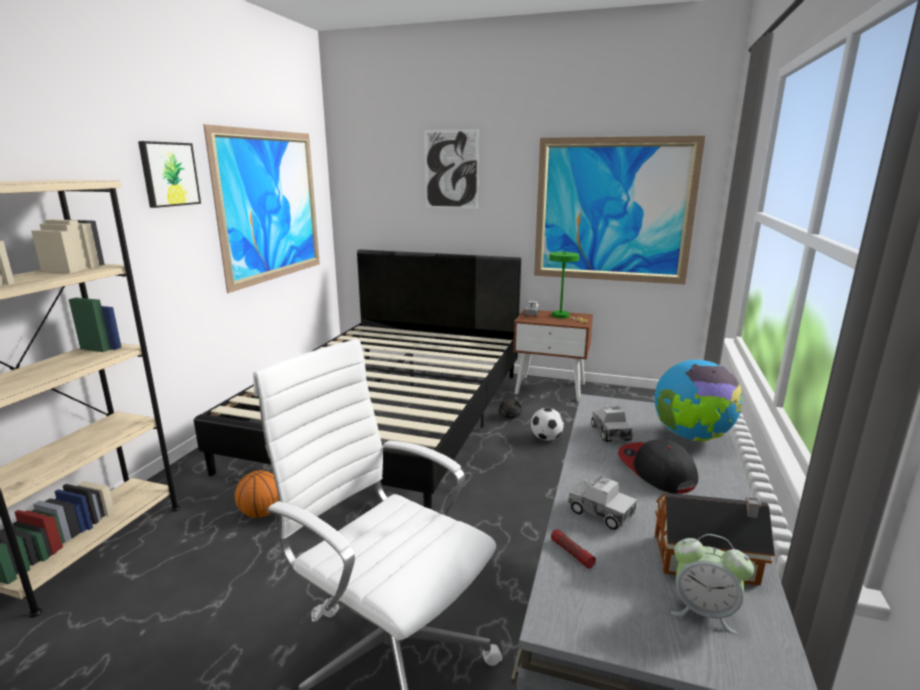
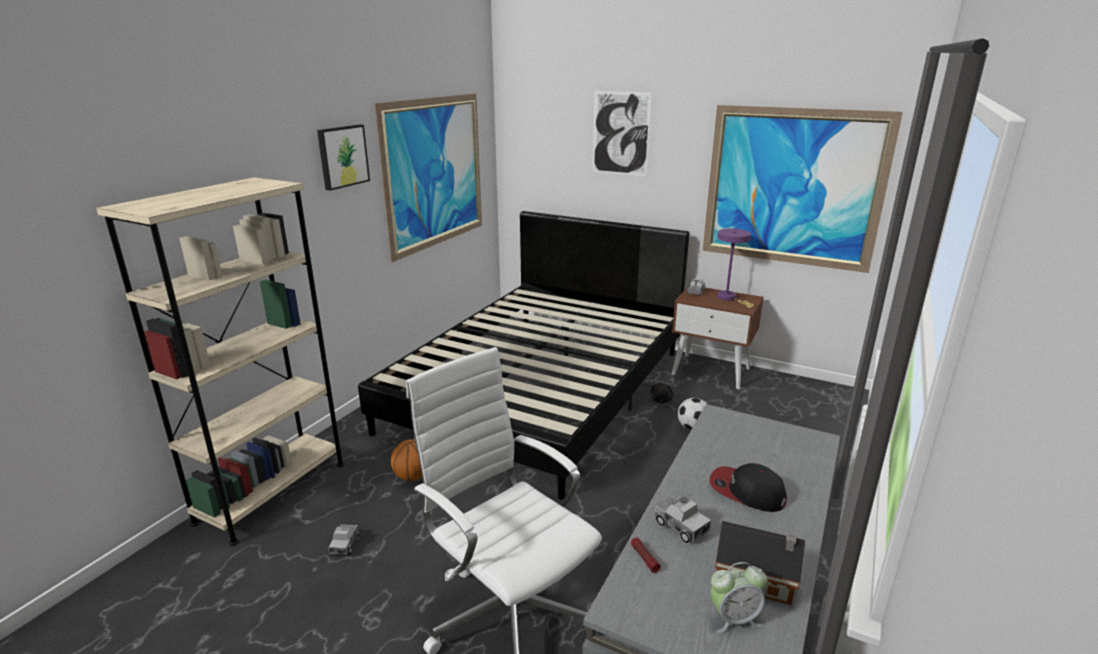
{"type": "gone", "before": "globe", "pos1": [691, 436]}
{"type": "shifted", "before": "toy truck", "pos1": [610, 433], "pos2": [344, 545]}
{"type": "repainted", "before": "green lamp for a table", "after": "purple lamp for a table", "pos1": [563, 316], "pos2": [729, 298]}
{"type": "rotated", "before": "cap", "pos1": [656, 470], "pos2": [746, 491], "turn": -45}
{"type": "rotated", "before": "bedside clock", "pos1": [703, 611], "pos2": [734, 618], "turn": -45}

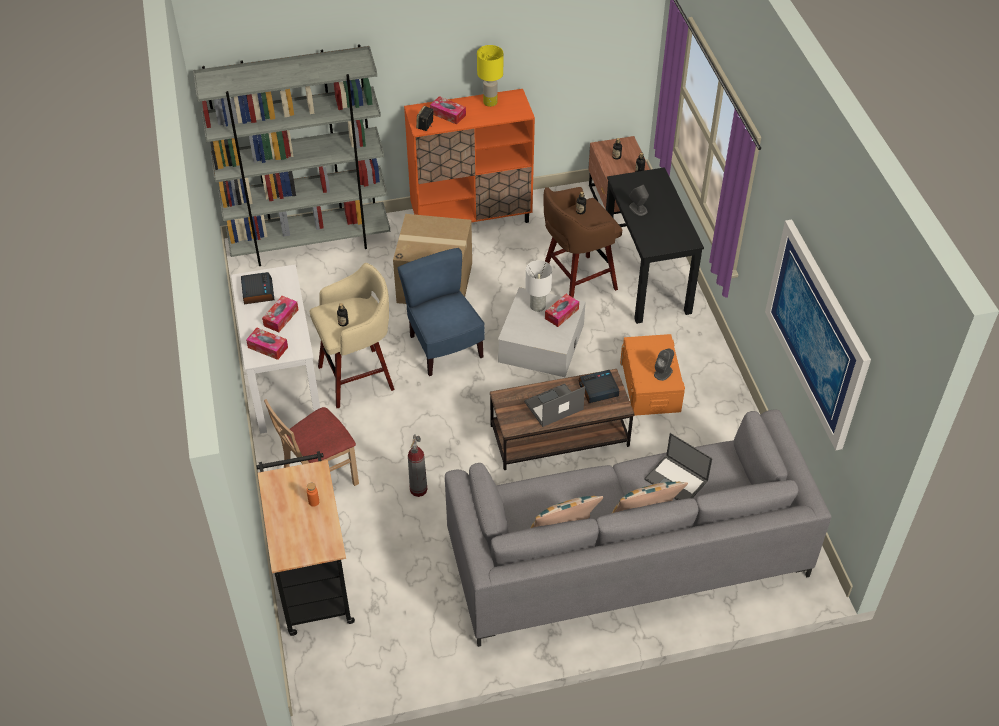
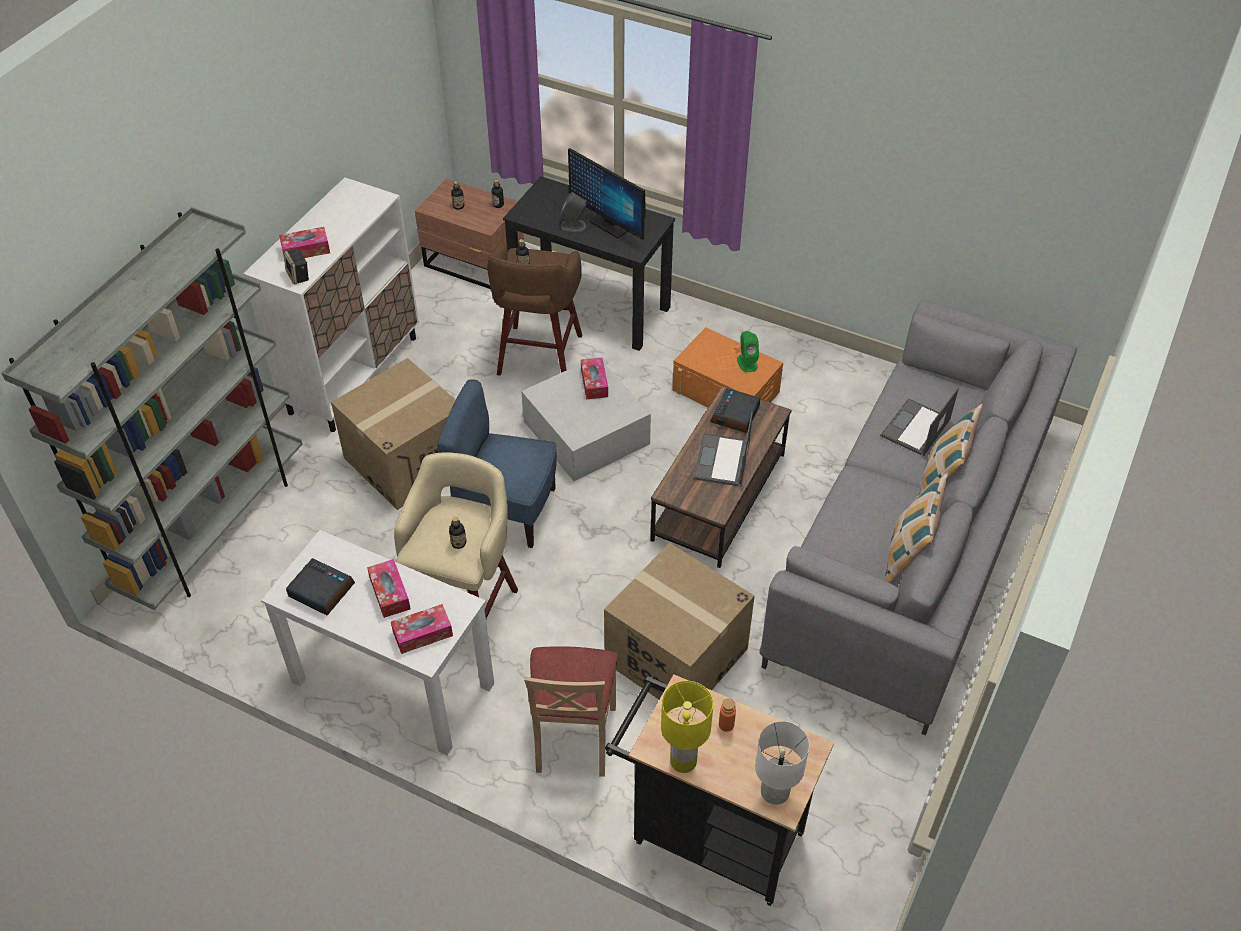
{"type": "gone", "before": "wall art", "pos1": [817, 333]}
{"type": "new", "after": "monitor", "pos2": [610, 225]}
{"type": "shifted", "before": "yellow lamp for a table", "pos1": [490, 102], "pos2": [683, 762]}
{"type": "shifted", "before": "white lamp for a table", "pos1": [538, 306], "pos2": [775, 791]}
{"type": "swapped", "before": "fire-fighting cylinder", "after": "packing box", "pos1": [418, 489], "pos2": [676, 655]}
{"type": "repainted", "before": "orange-coloured cabinet", "after": "white cabinet", "pos1": [471, 217], "pos2": [354, 374]}
{"type": "repainted", "before": "grey audio speaker", "after": "green audio speaker", "pos1": [663, 372], "pos2": [747, 362]}
{"type": "rotated", "before": "notebook computer", "pos1": [677, 480], "pos2": [915, 428], "turn": 135}

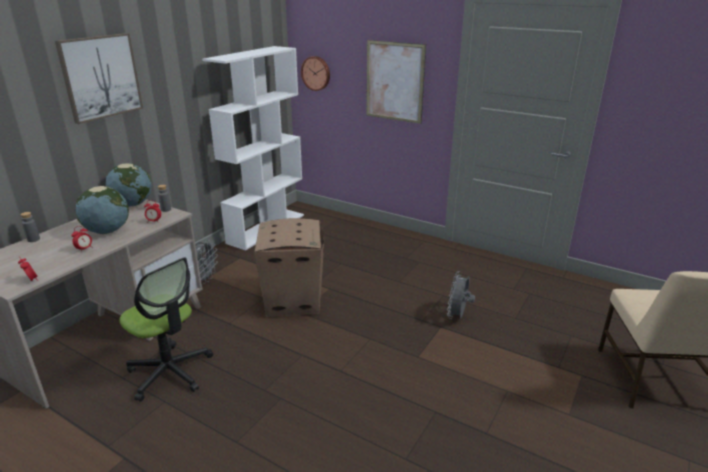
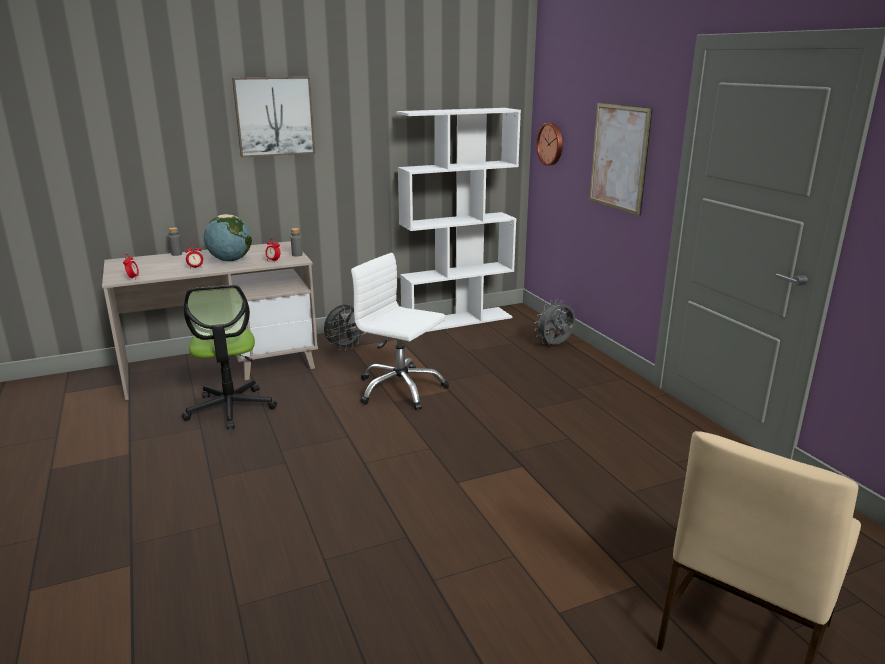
{"type": "gone", "before": "globe", "pos1": [132, 204]}
{"type": "shifted", "before": "grey cooling fan", "pos1": [458, 316], "pos2": [555, 345]}
{"type": "swapped", "before": "packing box", "after": "white desk chair", "pos1": [293, 300], "pos2": [400, 389]}

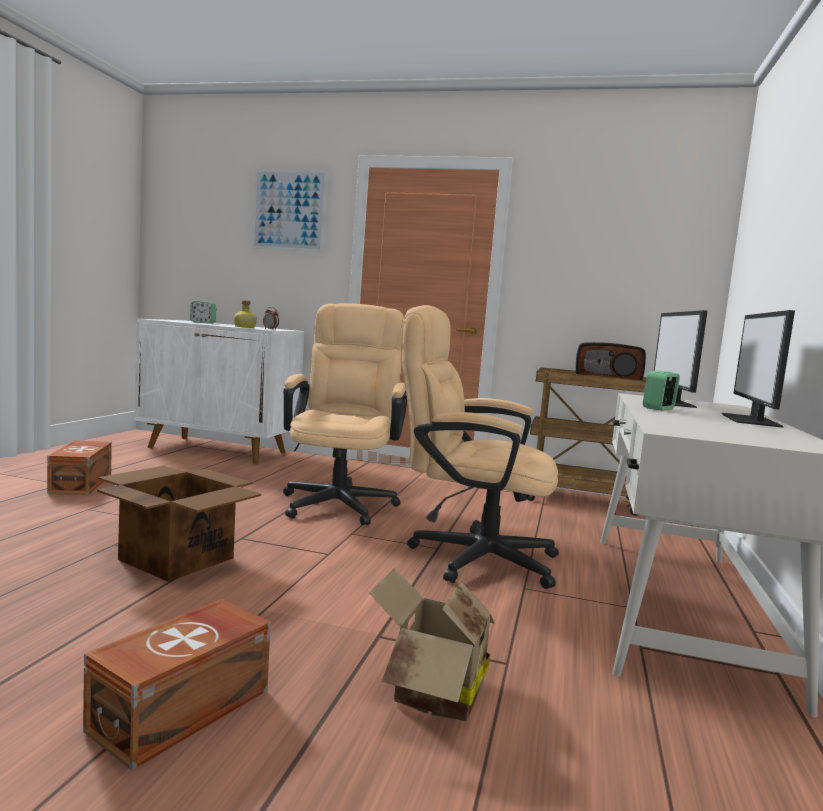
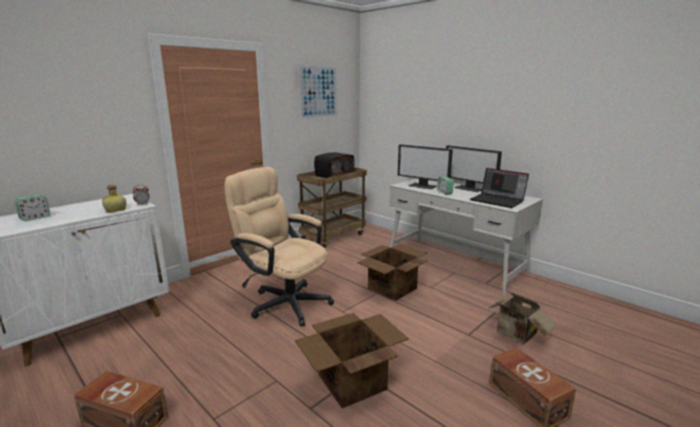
{"type": "new", "after": "notebook computer", "pos2": [498, 201]}
{"type": "shifted", "before": "wall art", "pos1": [289, 210], "pos2": [318, 92]}
{"type": "swapped", "before": "beige desk chair", "after": "packing box", "pos1": [469, 557], "pos2": [391, 288]}

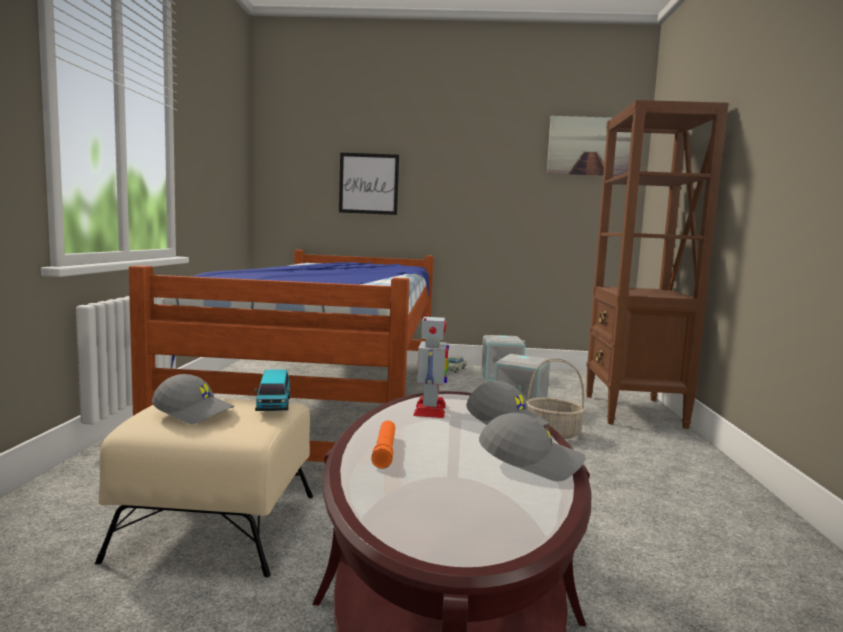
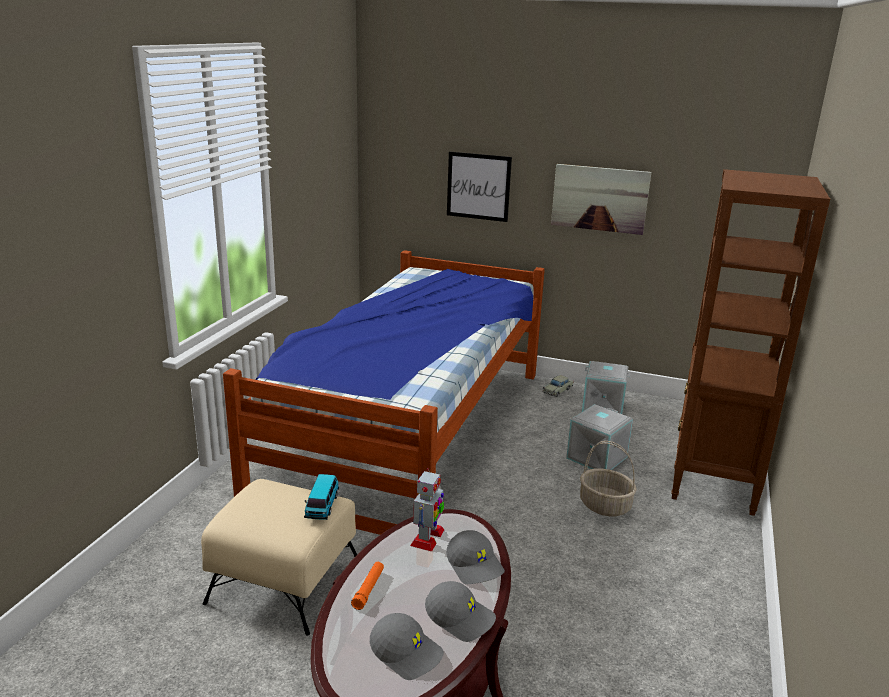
{"type": "shifted", "before": "grey cap", "pos1": [195, 412], "pos2": [407, 652]}
{"type": "shifted", "before": "wall art", "pos1": [590, 146], "pos2": [599, 198]}

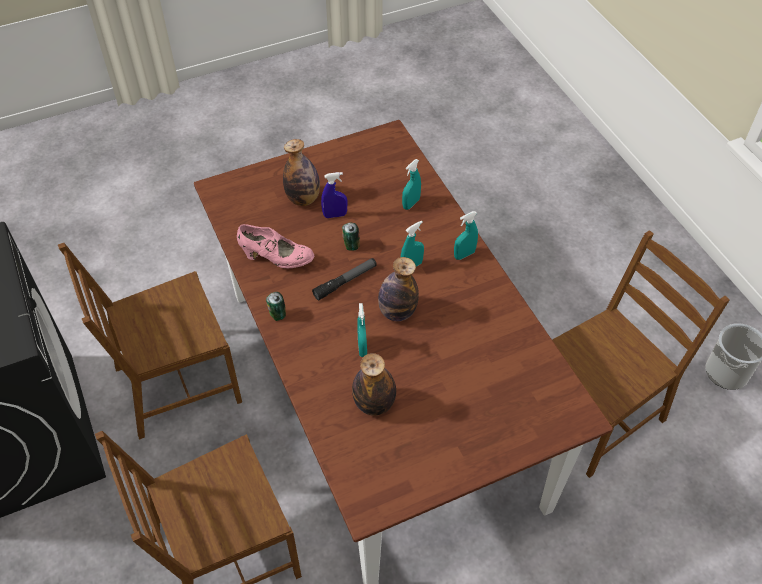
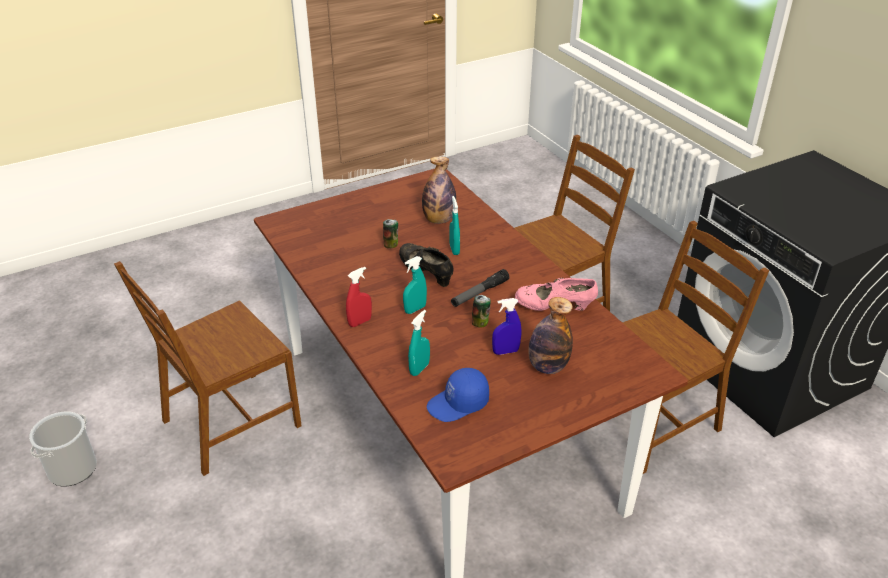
{"type": "new", "after": "blue-coloured cap", "pos2": [458, 404]}
{"type": "shifted", "before": "metal can", "pos1": [277, 315], "pos2": [391, 245]}
{"type": "swapped", "before": "bottle", "after": "black item of footwear", "pos1": [397, 312], "pos2": [426, 274]}
{"type": "repainted", "before": "blue-green hand sprayer", "after": "red-coloured hand sprayer", "pos1": [464, 254], "pos2": [360, 322]}

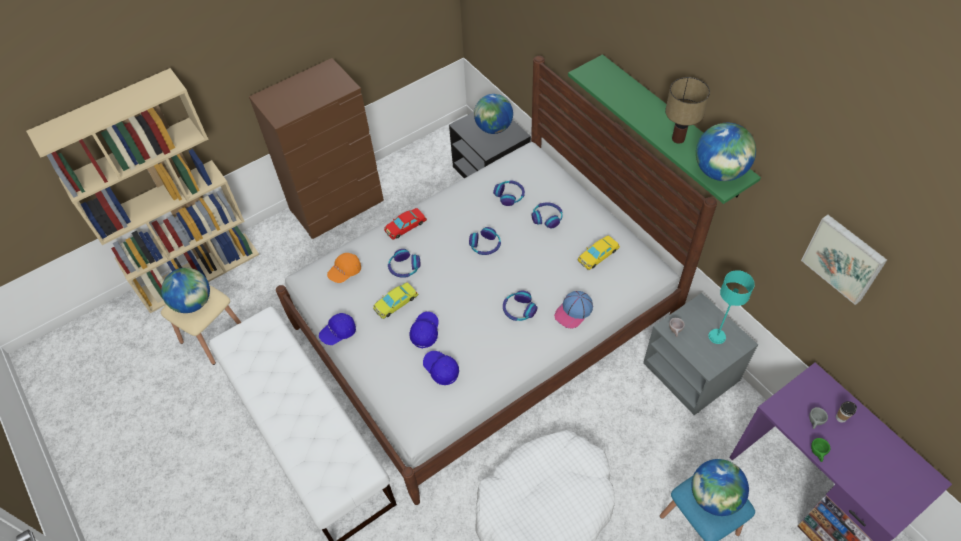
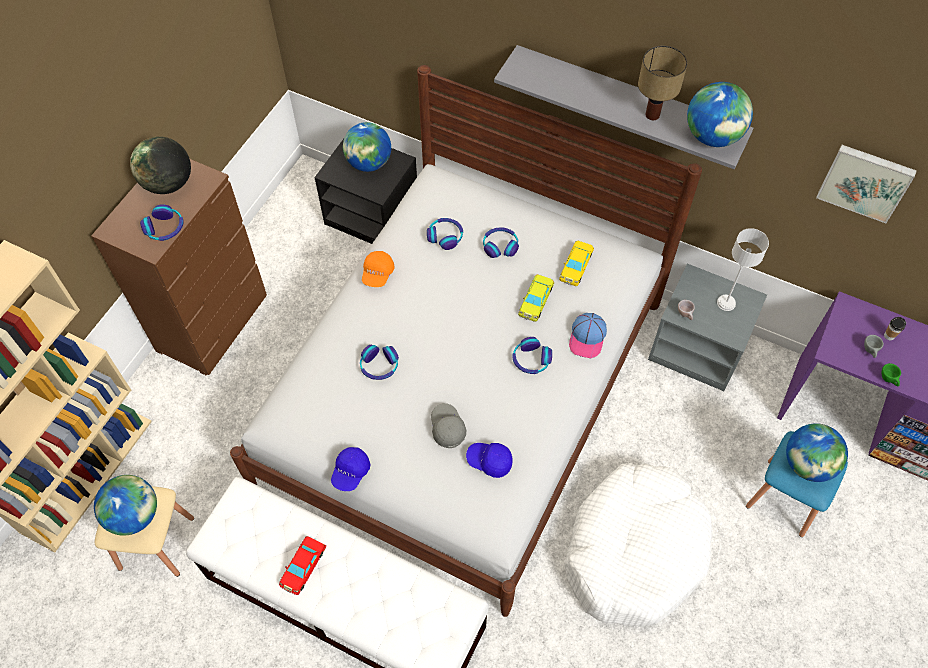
{"type": "new", "after": "globe", "pos2": [168, 184]}
{"type": "shifted", "before": "orange-coloured cap", "pos1": [345, 272], "pos2": [377, 274]}
{"type": "shifted", "before": "yellow model car", "pos1": [395, 302], "pos2": [535, 300]}
{"type": "shifted", "before": "red-coloured model car", "pos1": [405, 226], "pos2": [303, 566]}
{"type": "shifted", "before": "pair of headphones", "pos1": [485, 245], "pos2": [165, 228]}
{"type": "repainted", "before": "blue-coloured cap", "after": "grey cap", "pos1": [425, 332], "pos2": [447, 428]}
{"type": "repainted", "before": "green bracket shelf", "after": "grey bracket shelf", "pos1": [672, 126], "pos2": [628, 102]}
{"type": "repainted", "before": "blue-green lamp for a table", "after": "grey lamp for a table", "pos1": [716, 336], "pos2": [725, 303]}

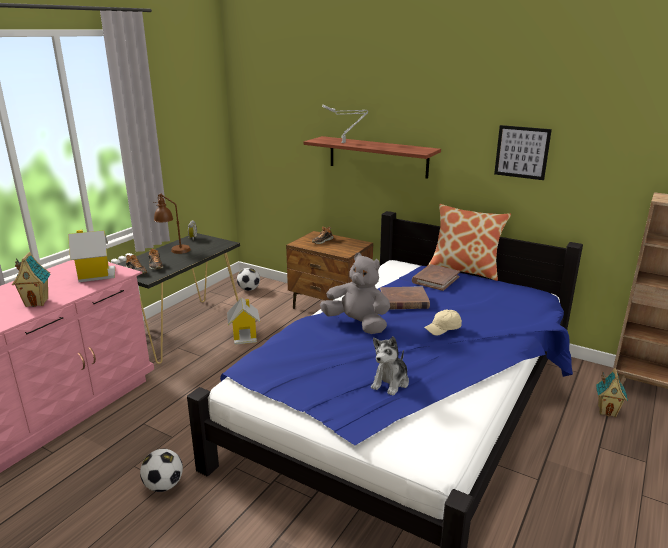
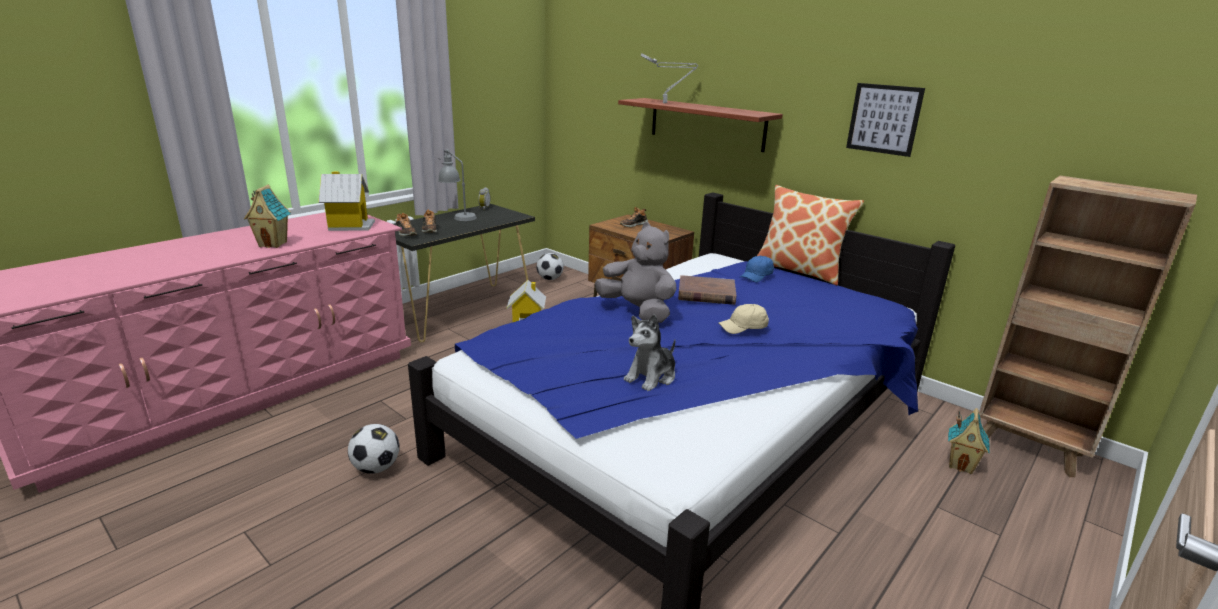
{"type": "swapped", "before": "brown volume", "after": "blue-coloured cap", "pos1": [435, 279], "pos2": [756, 276]}
{"type": "repainted", "before": "brown lamp for a table", "after": "grey lamp for a table", "pos1": [173, 249], "pos2": [458, 216]}

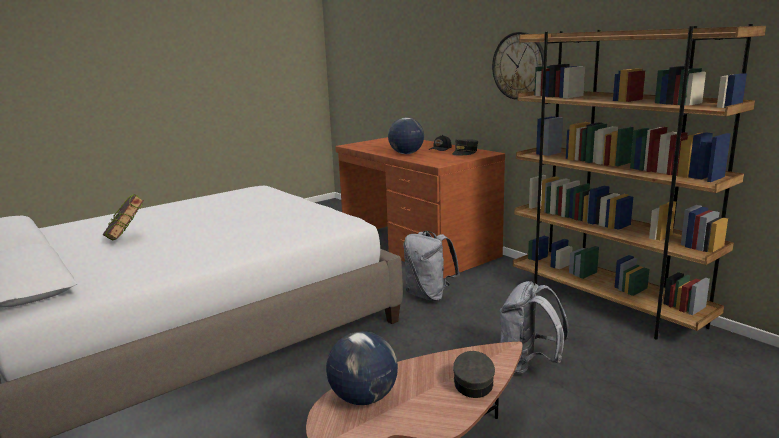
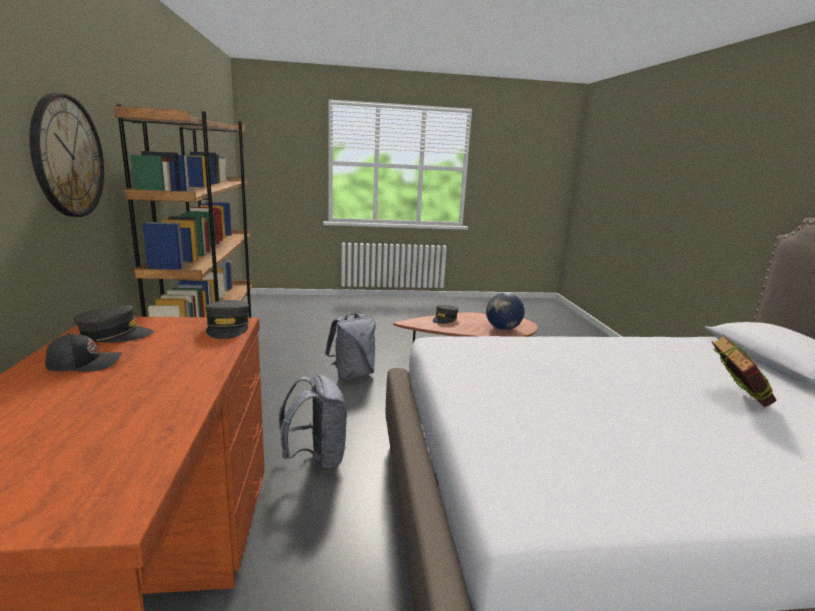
{"type": "gone", "before": "globe", "pos1": [406, 153]}
{"type": "new", "after": "grey cap", "pos2": [228, 328]}

